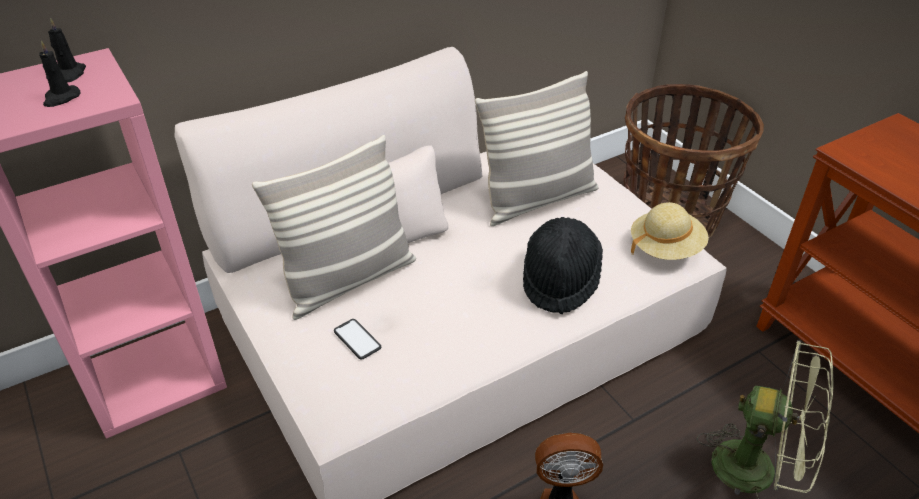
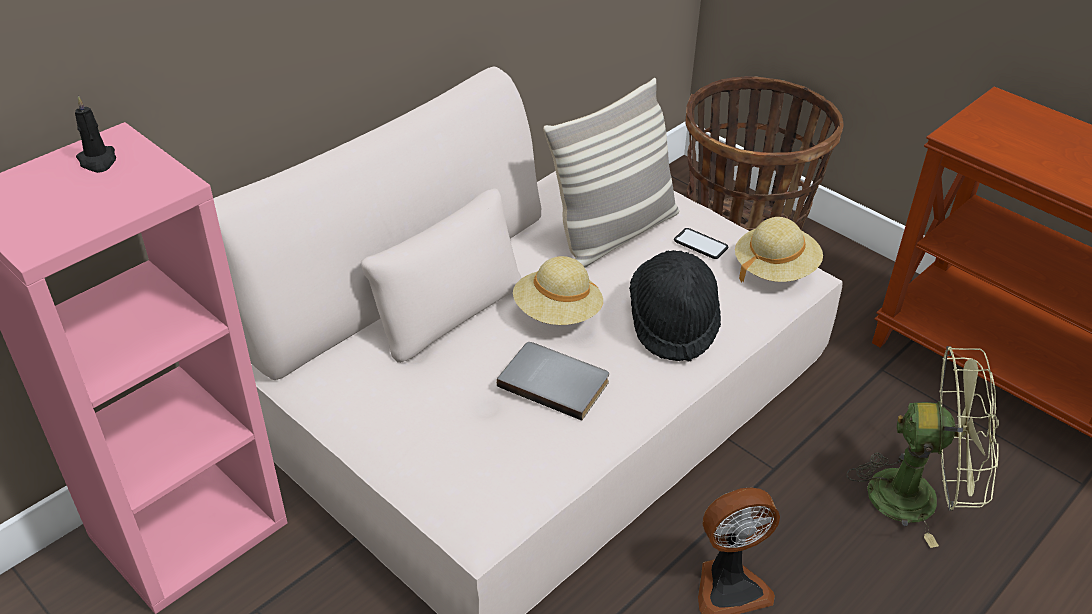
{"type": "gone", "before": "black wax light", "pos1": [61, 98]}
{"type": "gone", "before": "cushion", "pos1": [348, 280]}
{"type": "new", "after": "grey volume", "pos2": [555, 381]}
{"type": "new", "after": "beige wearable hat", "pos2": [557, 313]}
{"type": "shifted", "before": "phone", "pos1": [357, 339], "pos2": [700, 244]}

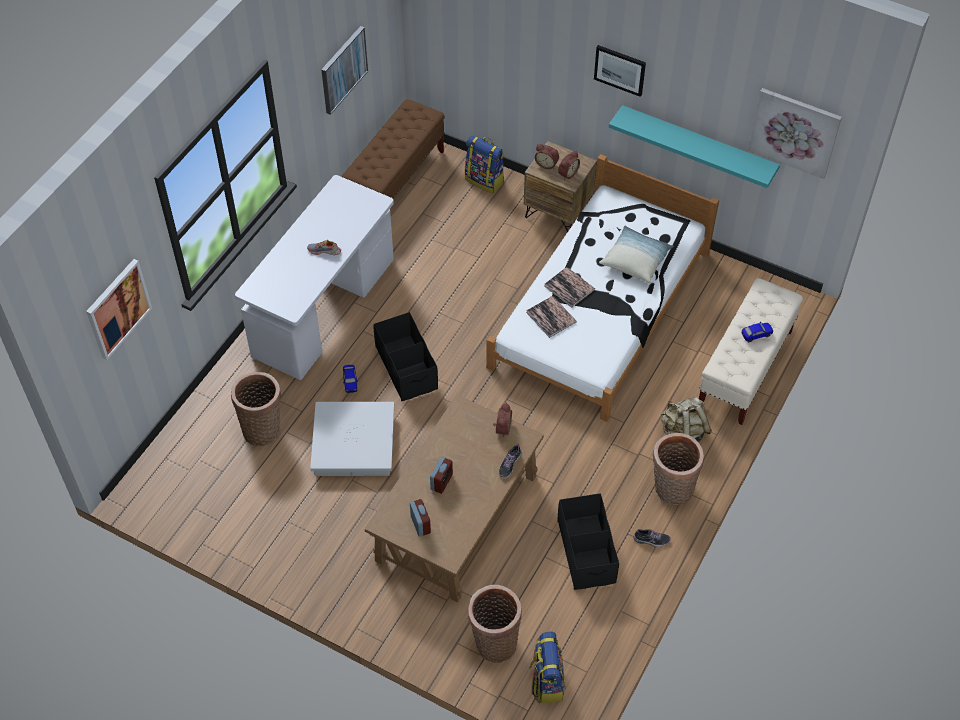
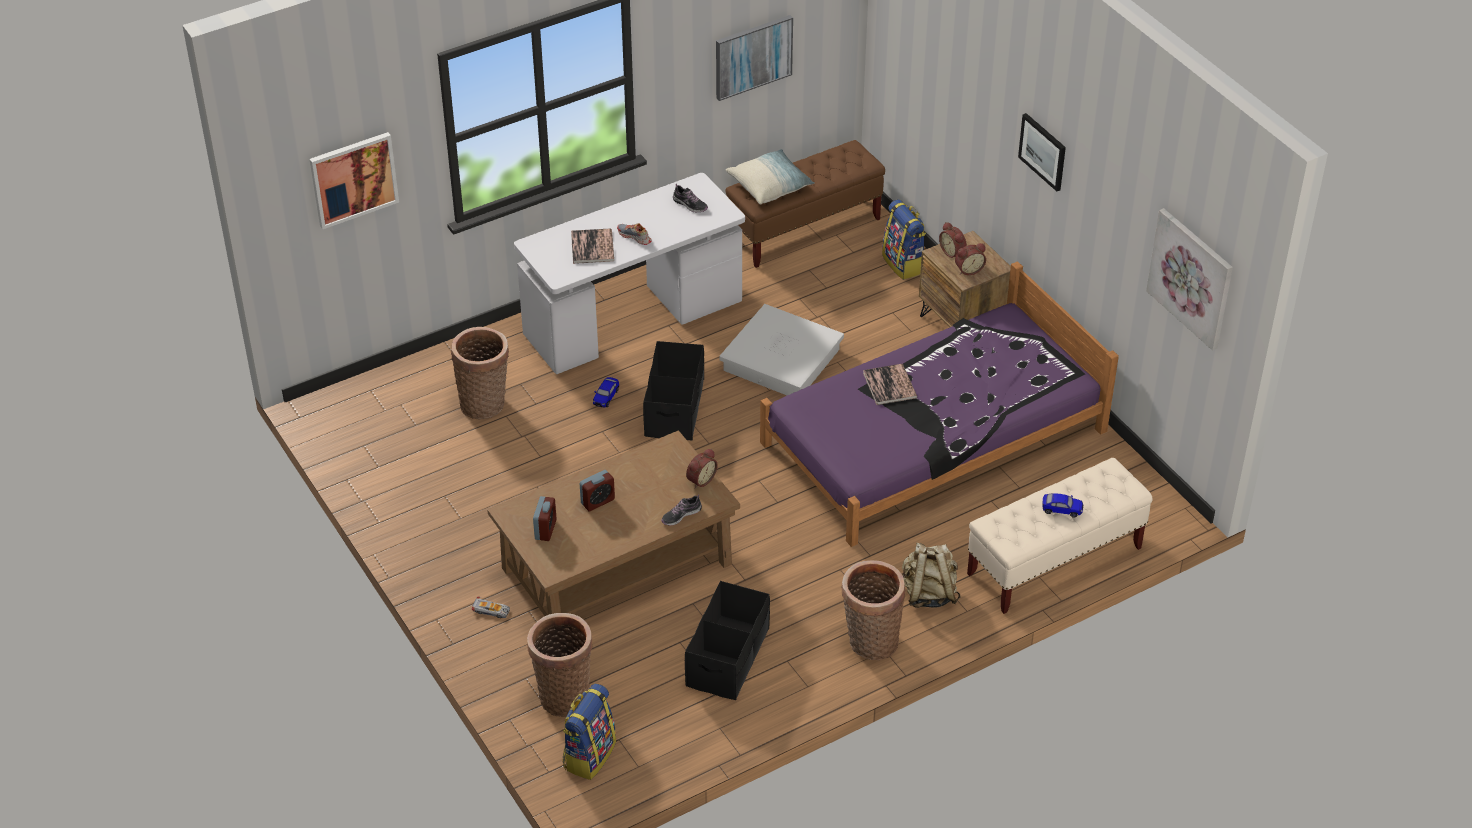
{"type": "gone", "before": "blue-green bracket shelf", "pos1": [697, 145]}
{"type": "new", "after": "model car", "pos2": [491, 610]}
{"type": "shifted", "before": "white storage box", "pos1": [354, 444], "pos2": [782, 360]}
{"type": "shifted", "before": "volume", "pos1": [551, 317], "pos2": [592, 247]}
{"type": "shifted", "before": "cushion", "pos1": [635, 261], "pos2": [770, 186]}
{"type": "shifted", "before": "item of footwear", "pos1": [651, 540], "pos2": [690, 205]}
{"type": "repainted", "before": "white bedroom bed", "after": "purple bedroom bed", "pos1": [600, 309], "pos2": [934, 437]}

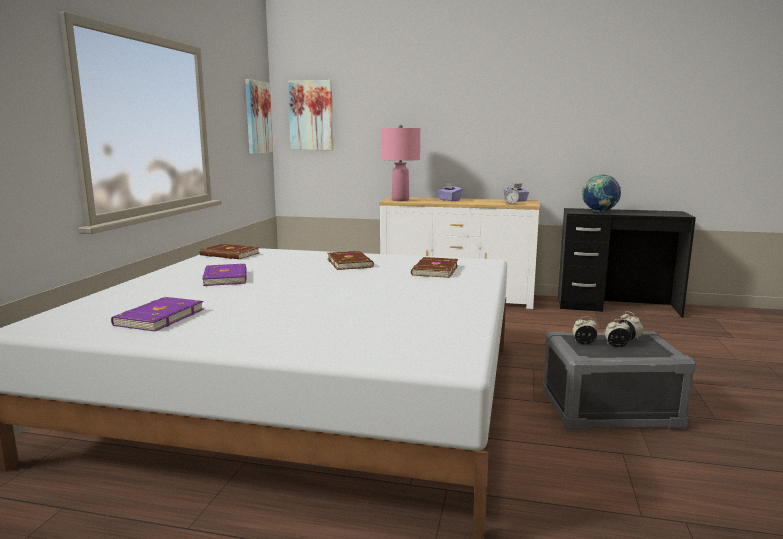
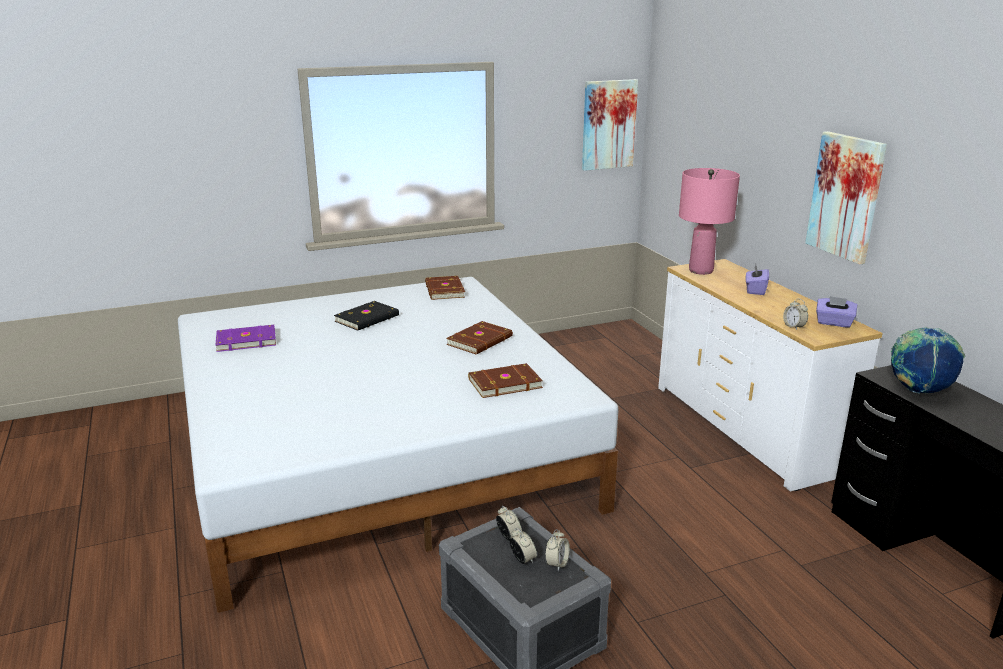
{"type": "shifted", "before": "wall art", "pos1": [311, 115], "pos2": [846, 196]}
{"type": "repainted", "before": "purple volume", "after": "black volume", "pos1": [227, 278], "pos2": [368, 319]}

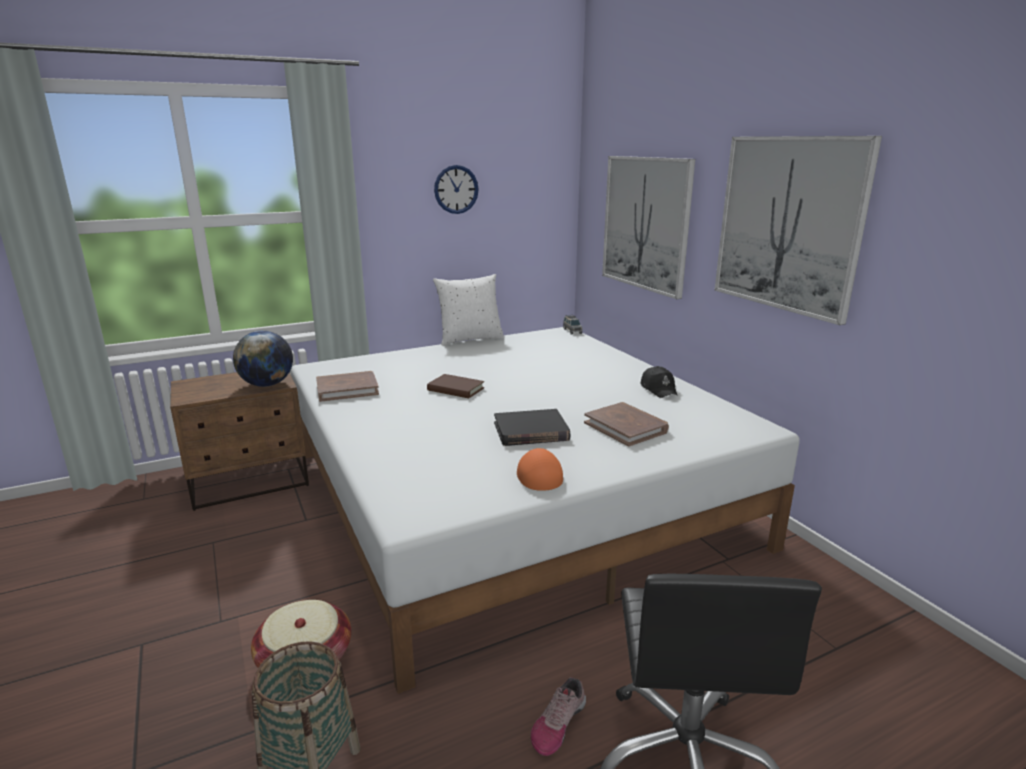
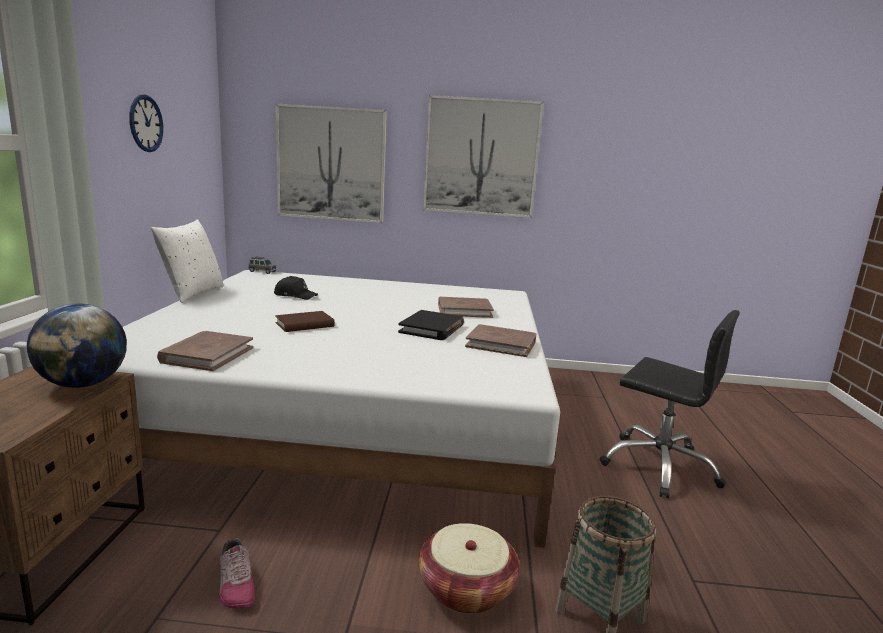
{"type": "shifted", "before": "item of footwear", "pos1": [558, 723], "pos2": [235, 584]}
{"type": "shifted", "before": "black cap", "pos1": [659, 389], "pos2": [295, 295]}
{"type": "swapped", "before": "orange-coloured cap", "after": "brown volume", "pos1": [538, 474], "pos2": [501, 344]}

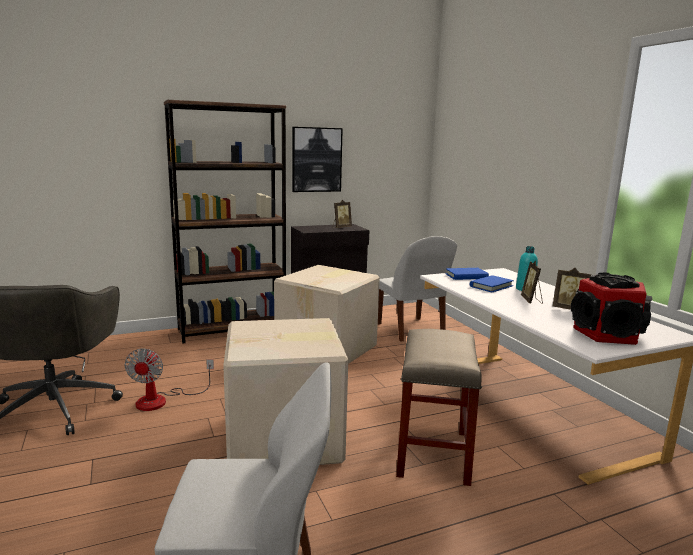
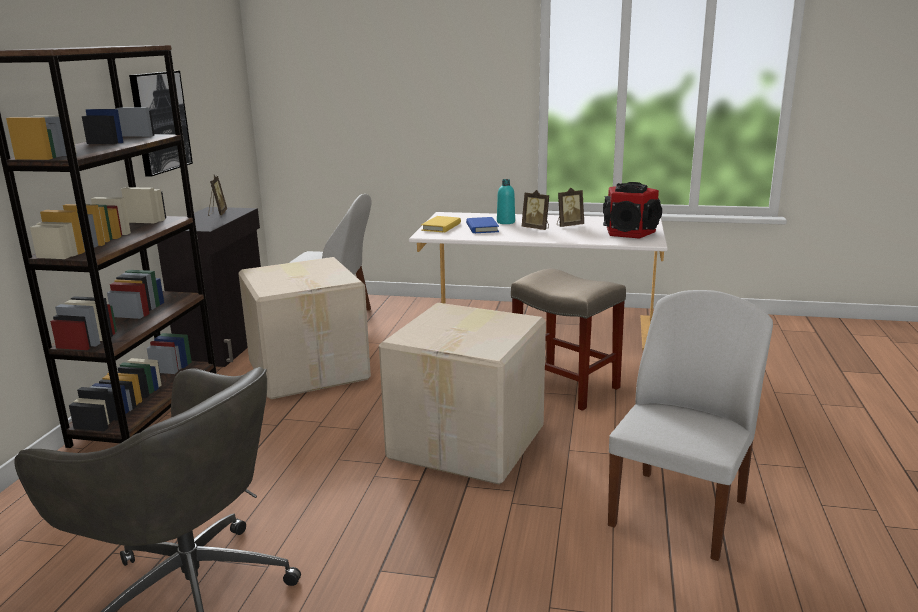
{"type": "gone", "before": "cooling fan", "pos1": [162, 400]}
{"type": "repainted", "before": "blue-coloured volume", "after": "yellow volume", "pos1": [466, 276], "pos2": [441, 227]}

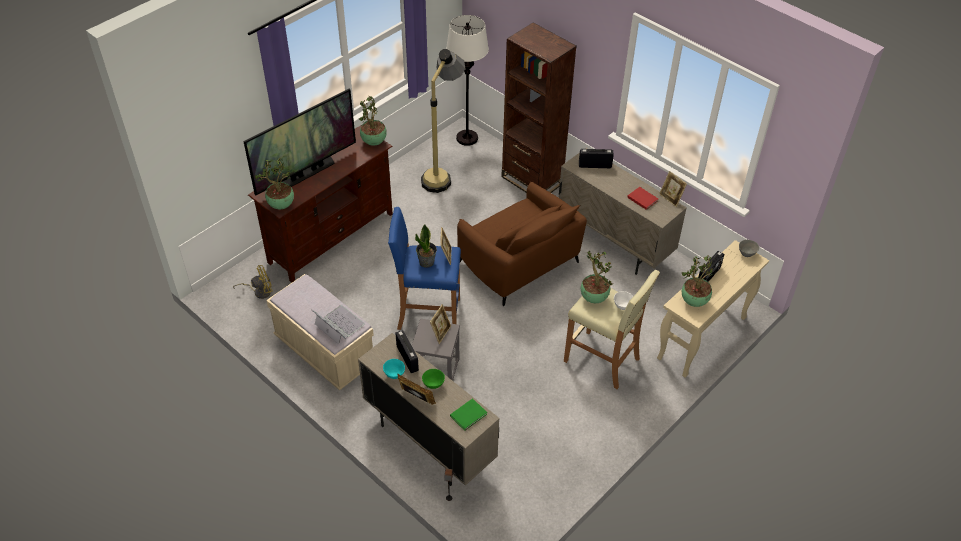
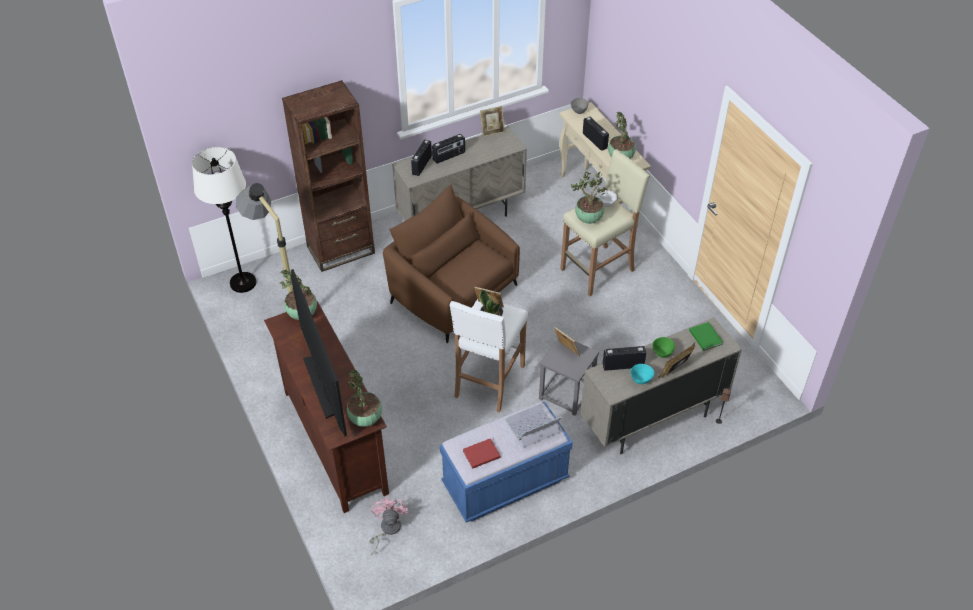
{"type": "new", "after": "radio set", "pos2": [449, 156]}
{"type": "shifted", "before": "red-coloured volume", "pos1": [642, 198], "pos2": [480, 454]}
{"type": "repainted", "before": "yellow cooling fan", "after": "pink cooling fan", "pos1": [259, 291], "pos2": [387, 529]}
{"type": "repainted", "before": "beige indoor bench", "after": "blue-coloured indoor bench", "pos1": [325, 352], "pos2": [505, 483]}
{"type": "repainted", "before": "blue-coloured stool", "after": "white stool", "pos1": [428, 314], "pos2": [488, 381]}
{"type": "rotated", "before": "brown lounge chair", "pos1": [519, 263], "pos2": [453, 293], "turn": -120}

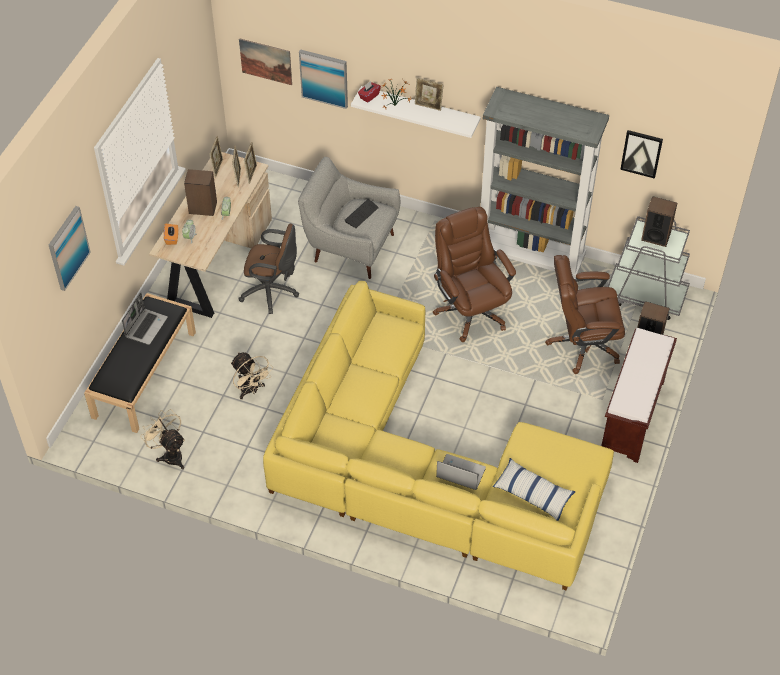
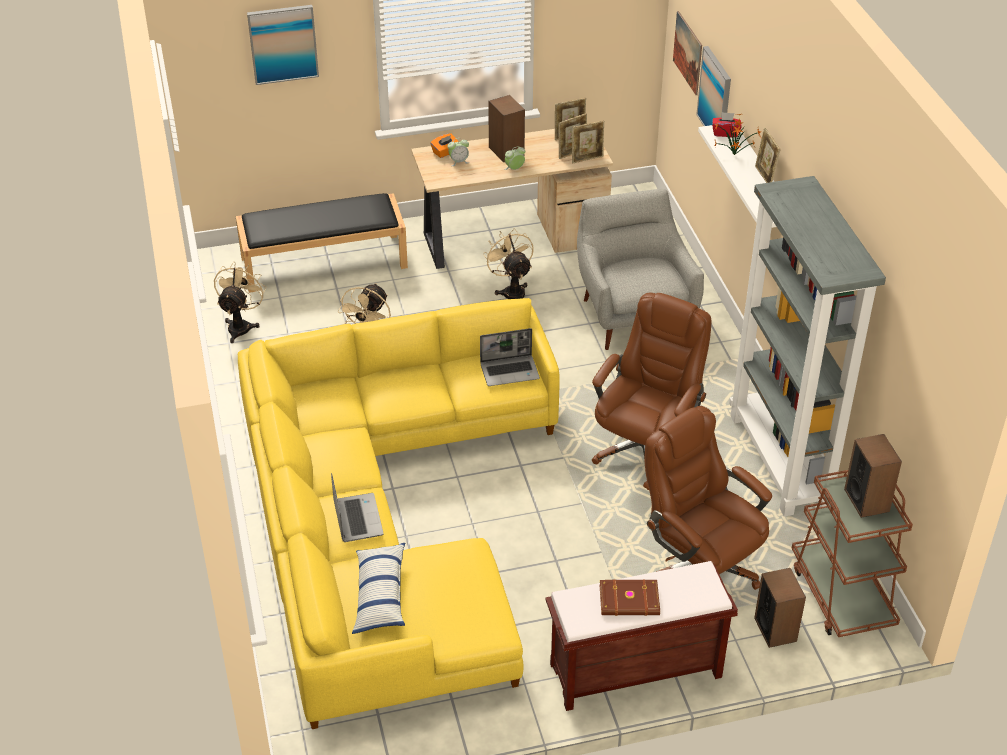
{"type": "gone", "before": "PC keyboard", "pos1": [361, 214]}
{"type": "gone", "before": "wall art", "pos1": [641, 153]}
{"type": "new", "after": "brown volume", "pos2": [629, 601]}
{"type": "shifted", "before": "notebook computer", "pos1": [146, 327], "pos2": [510, 371]}
{"type": "swapped", "before": "brown desk chair", "after": "beige cooling fan", "pos1": [272, 292], "pos2": [512, 291]}
{"type": "repainted", "before": "grey cart", "after": "brown cart", "pos1": [646, 296], "pos2": [842, 595]}

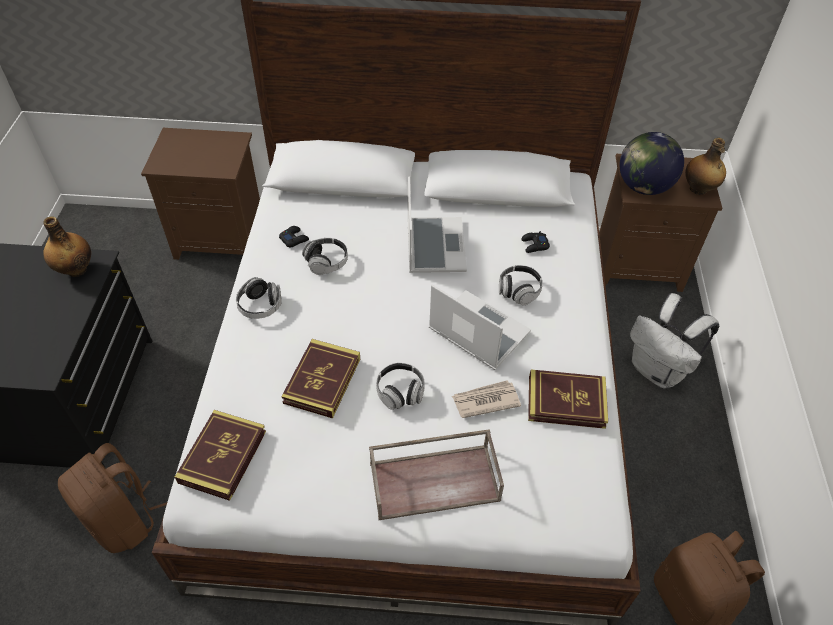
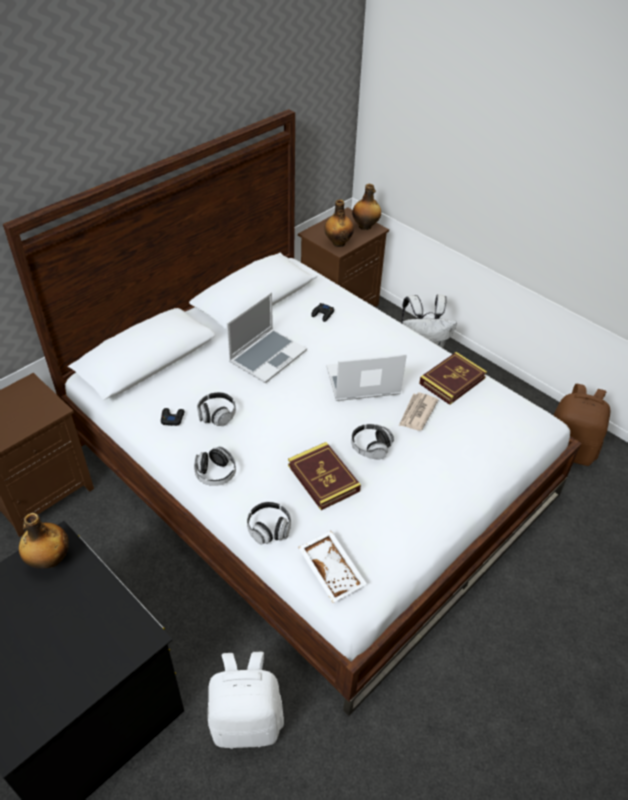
{"type": "gone", "before": "brown serving tray", "pos1": [435, 480]}
{"type": "shifted", "before": "pair of headphones", "pos1": [519, 291], "pos2": [269, 528]}
{"type": "swapped", "before": "volume", "after": "white serving tray", "pos1": [223, 457], "pos2": [332, 570]}
{"type": "swapped", "before": "globe", "after": "bottle", "pos1": [643, 187], "pos2": [338, 243]}
{"type": "repainted", "before": "brown backpack", "after": "white backpack", "pos1": [124, 520], "pos2": [247, 721]}
{"type": "rotated", "before": "notebook computer", "pos1": [434, 245], "pos2": [268, 356], "turn": 90}

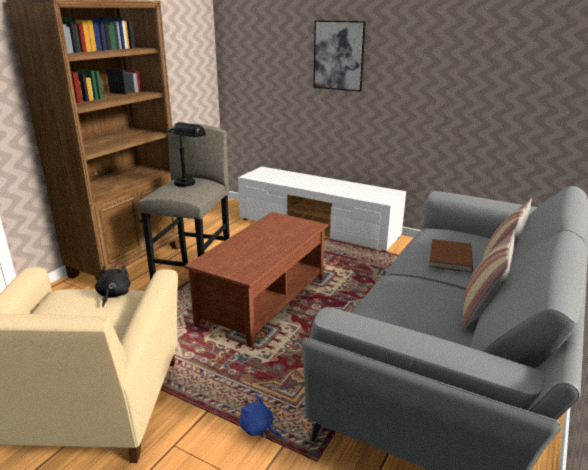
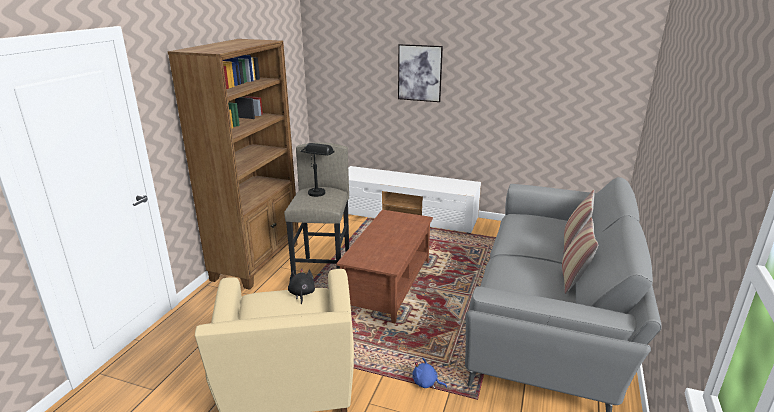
{"type": "gone", "before": "brown volume", "pos1": [449, 257]}

